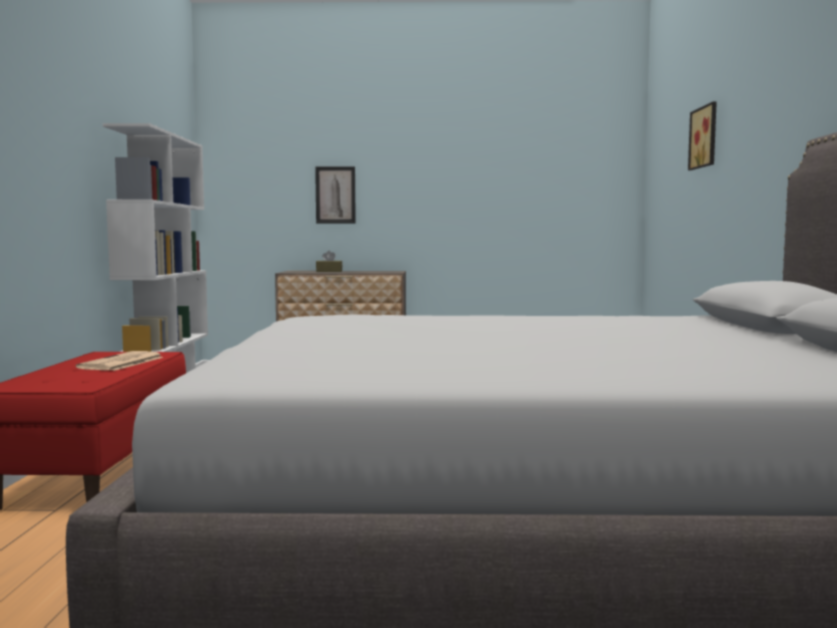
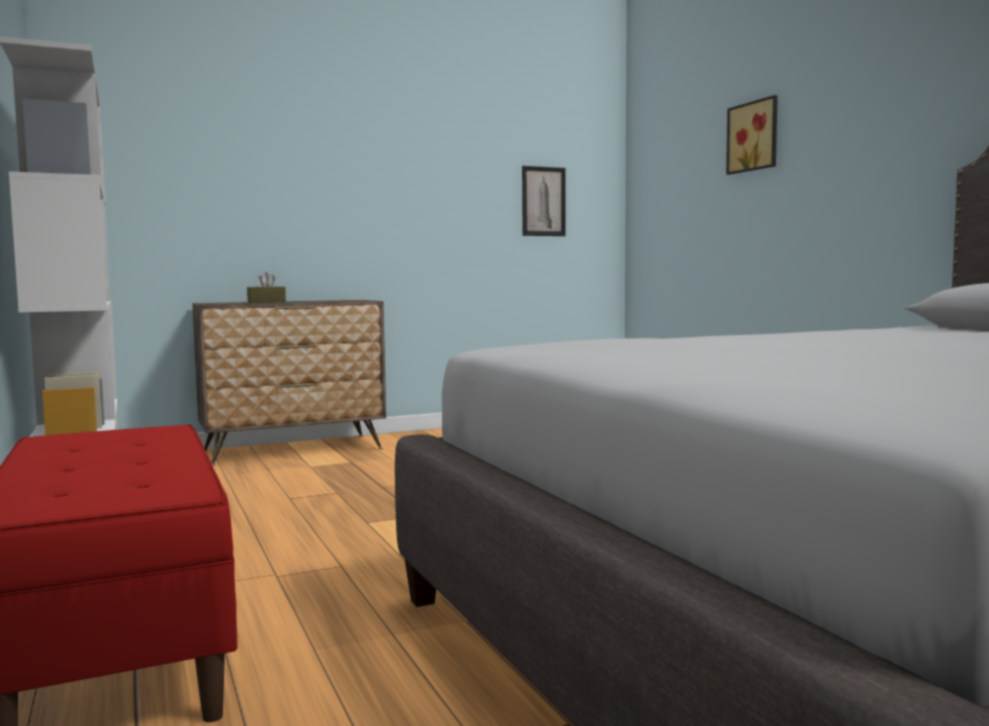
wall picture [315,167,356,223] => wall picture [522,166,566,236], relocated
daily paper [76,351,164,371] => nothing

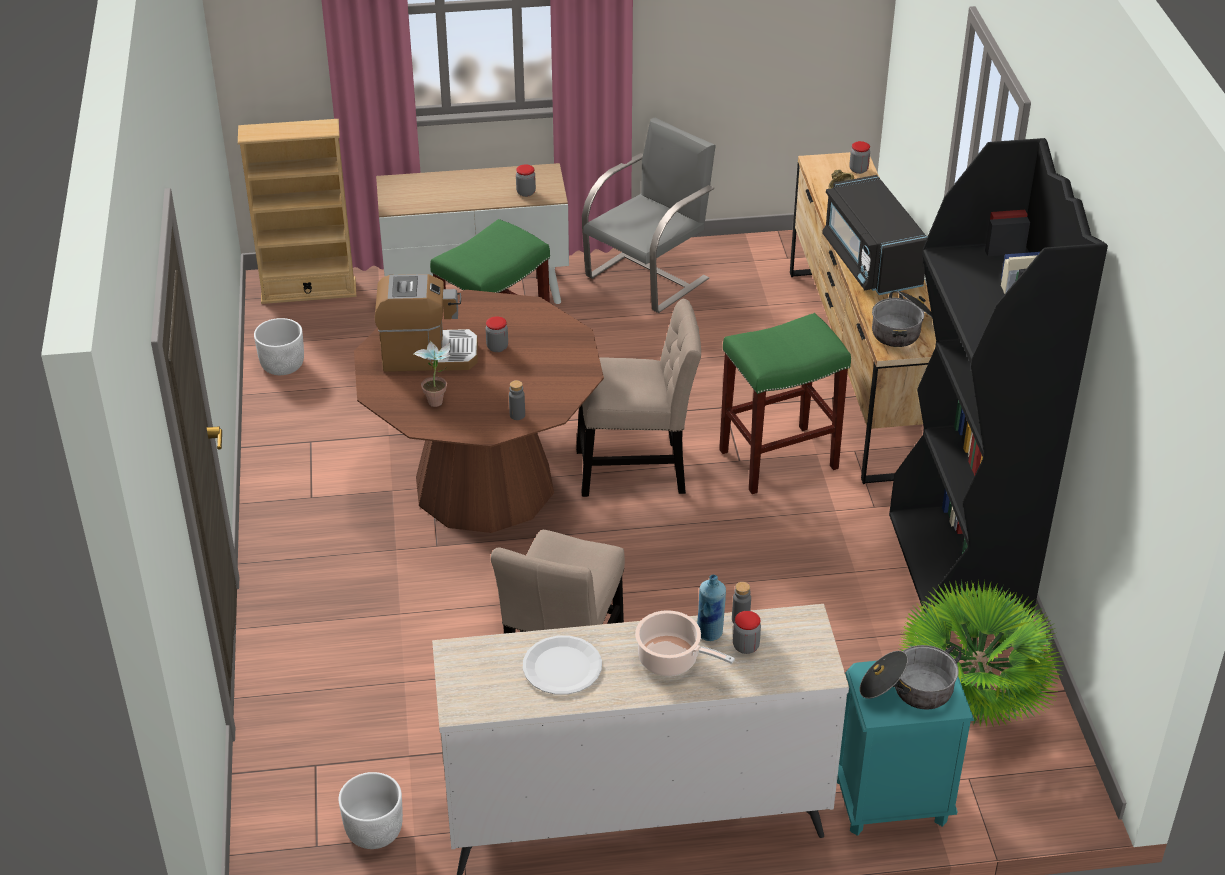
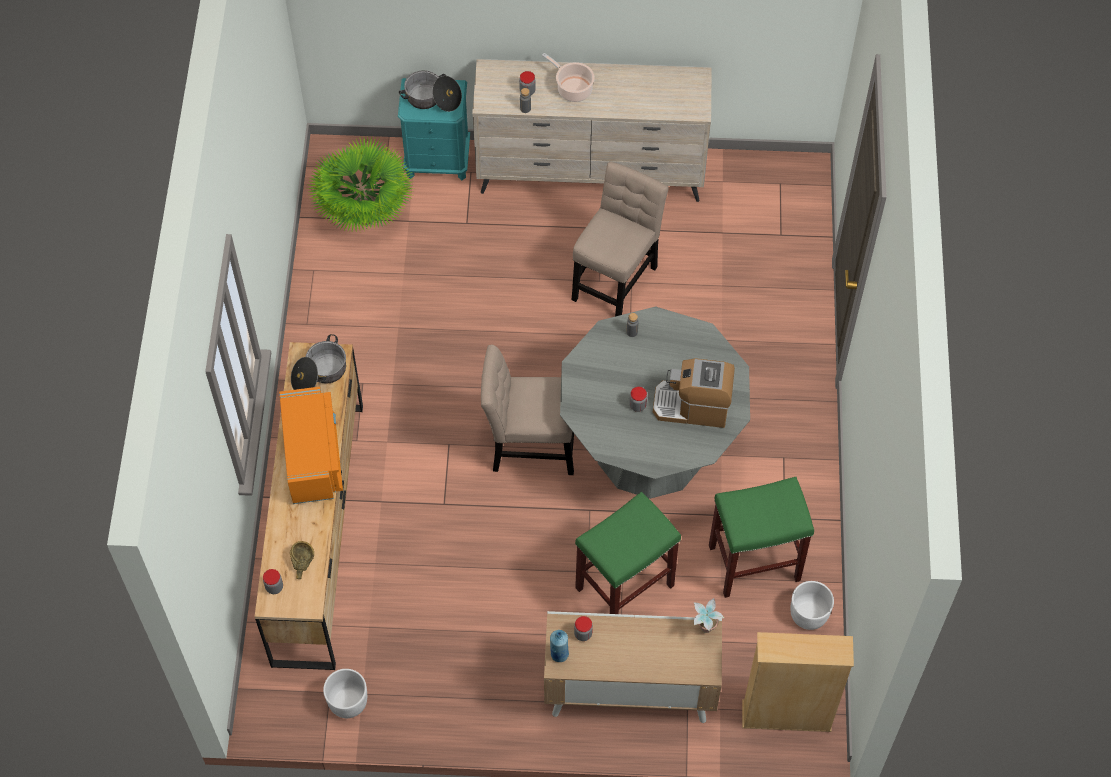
chair in gray [582,118,716,313] => nothing
shelving unit in blackish [889,138,1108,618] => nothing
microwave oven in blackish [822,175,927,295] => microwave oven in orangey [279,387,343,504]
dinner table in brown [354,290,604,533] => dinner table in gray [560,307,750,499]
stool seat in green-coloured [719,313,851,494] => stool seat in green-coloured [709,477,814,598], relocated
houseplant [414,341,452,407] => houseplant [694,598,724,633], relocated
drink bottle in blue [697,575,726,641] => drink bottle in blue [550,630,569,662], relocated
flat dish in whitish [523,635,602,695] => nothing
plant pot in whitish [339,772,403,849] => plant pot in whitish [323,669,367,718], relocated

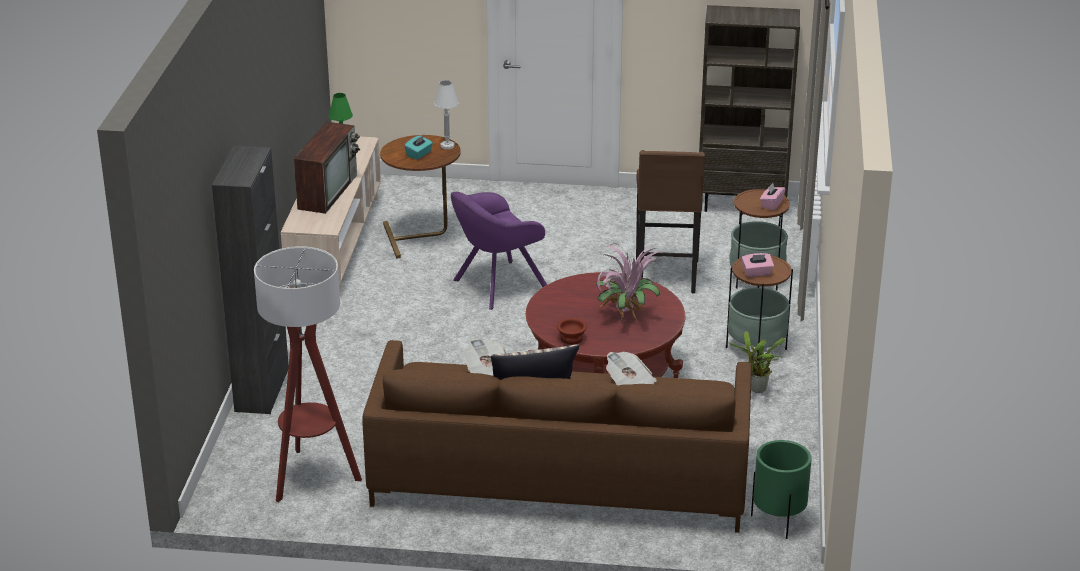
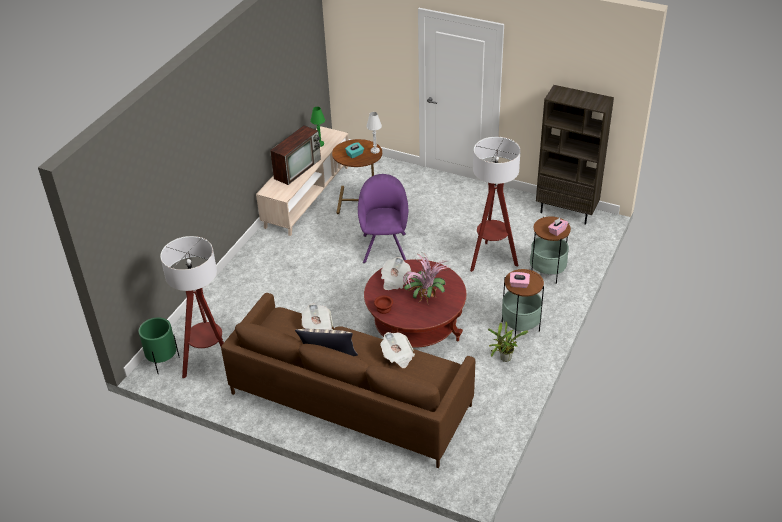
cupboard in blackish [212,146,289,414] => nothing
stool seat in brown [636,150,705,294] => standard lamp [470,137,521,272]
armchair in purple [451,192,547,310] => armchair in purple [358,174,408,263], 105 degrees clockwise
plant pot in green-coloured [751,440,812,539] => plant pot in green-coloured [138,317,180,374], relocated
nothing => daily paper [381,257,411,290]

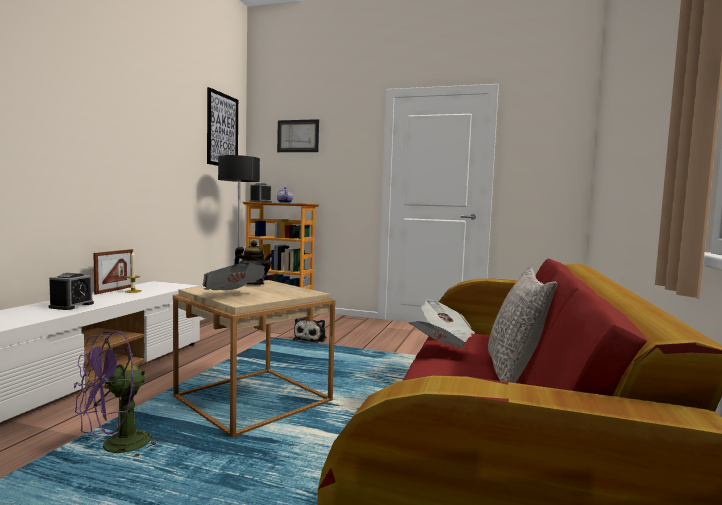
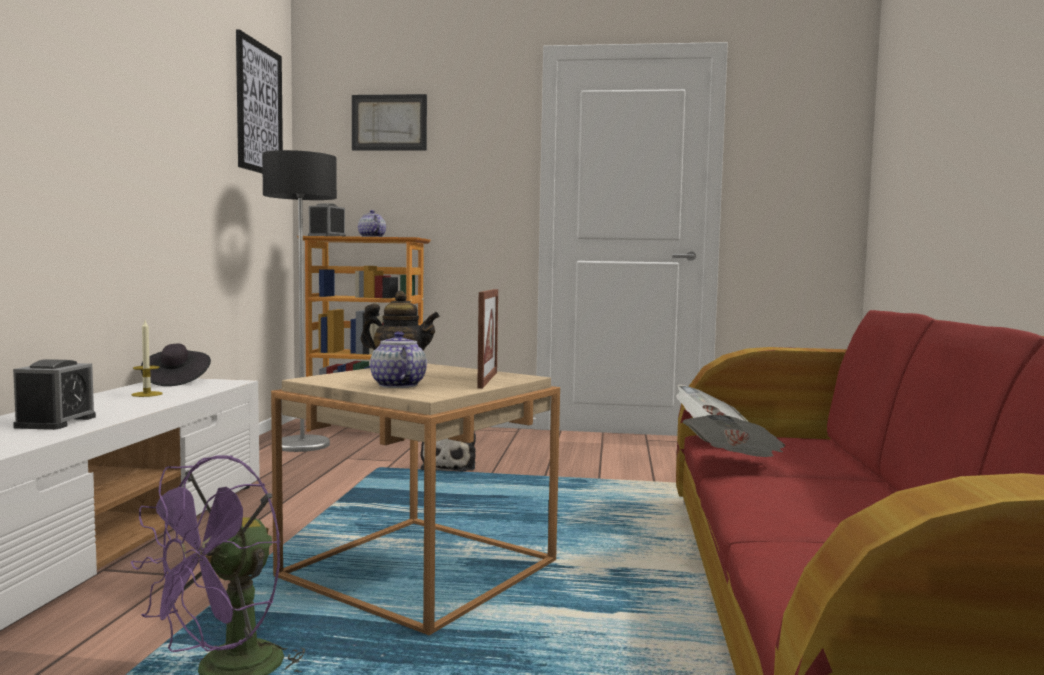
standing frame [93,249,133,294] => standing frame [477,289,498,389], relocated
daily paper [203,262,265,290] => teapot [370,331,427,388]
throw pillow in gray [488,267,557,383] => nothing
nothing => hat in blackish [141,344,211,386]

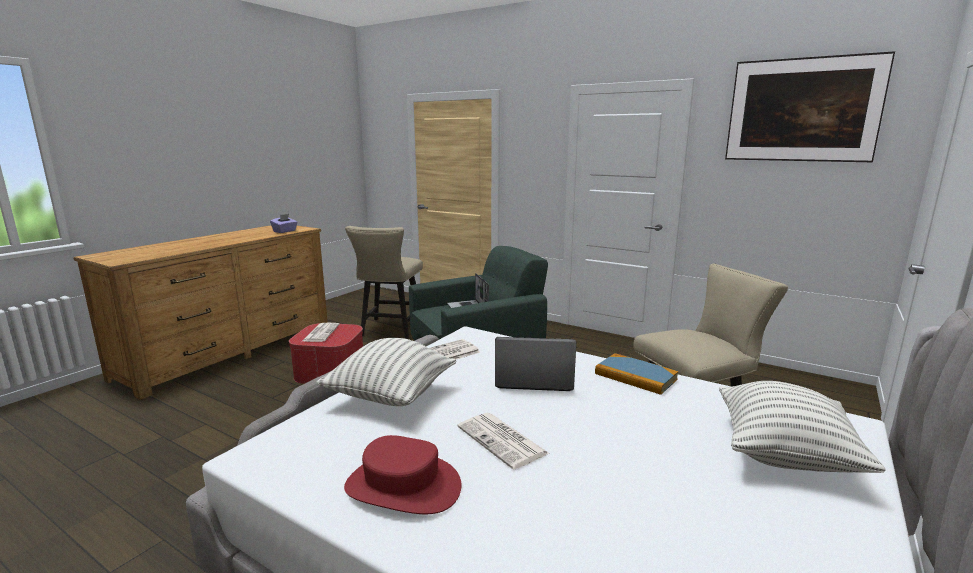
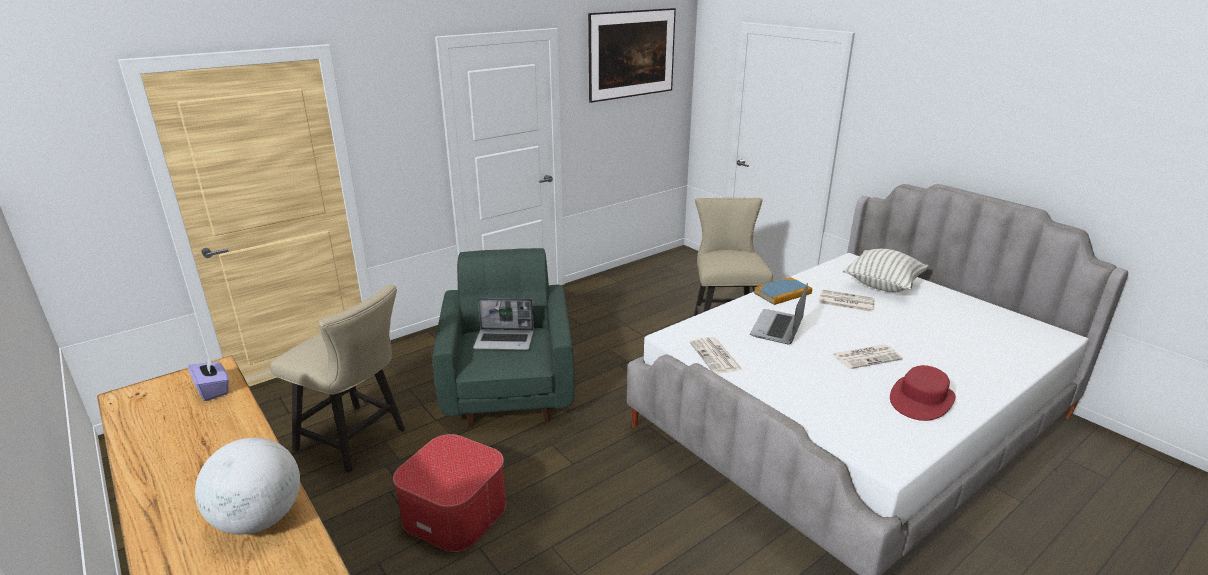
daily paper [303,323,340,342] => daily paper [818,289,875,312], relocated
throw pillow [316,338,456,406] => nothing
nothing => world globe [195,437,300,535]

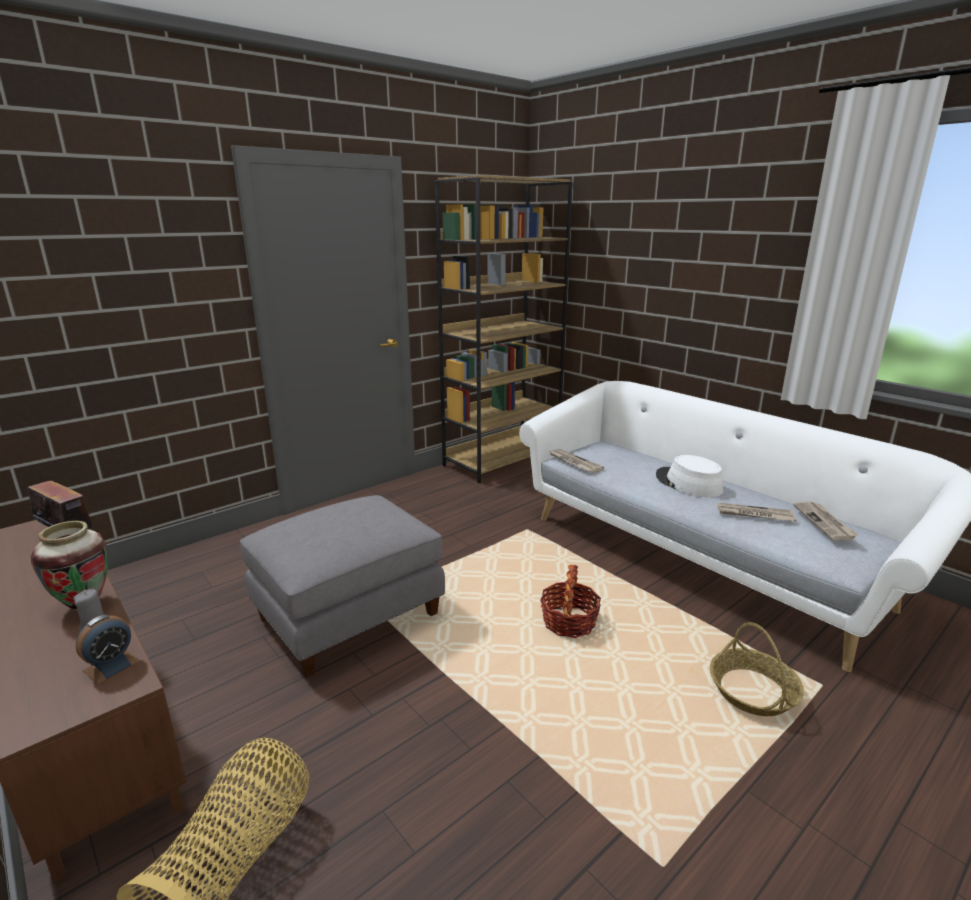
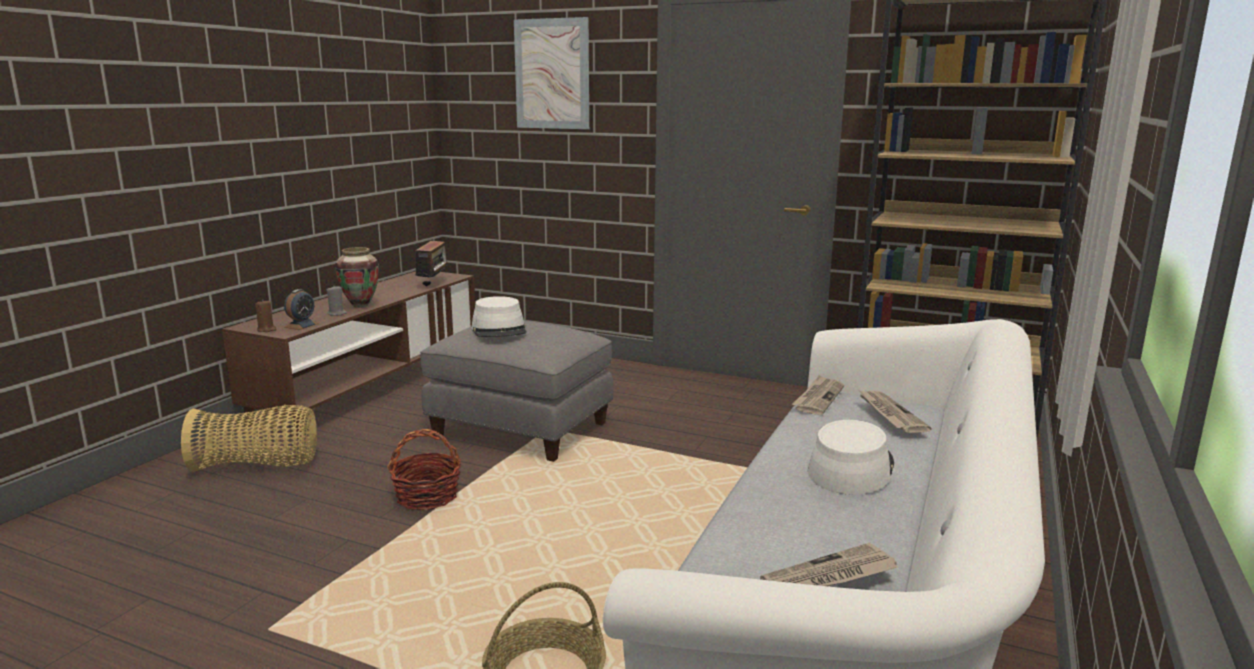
daily paper [717,503,797,521] => daily paper [859,390,932,433], relocated
storage basket [540,565,601,638] => storage basket [387,429,462,510], relocated
alarm clock [76,614,140,685] => alarm clock [284,289,319,330], 75 degrees counterclockwise
nothing => wall picture [514,17,589,129]
nothing => hat in whitish [471,296,527,337]
nothing => candle in brown [255,299,277,332]

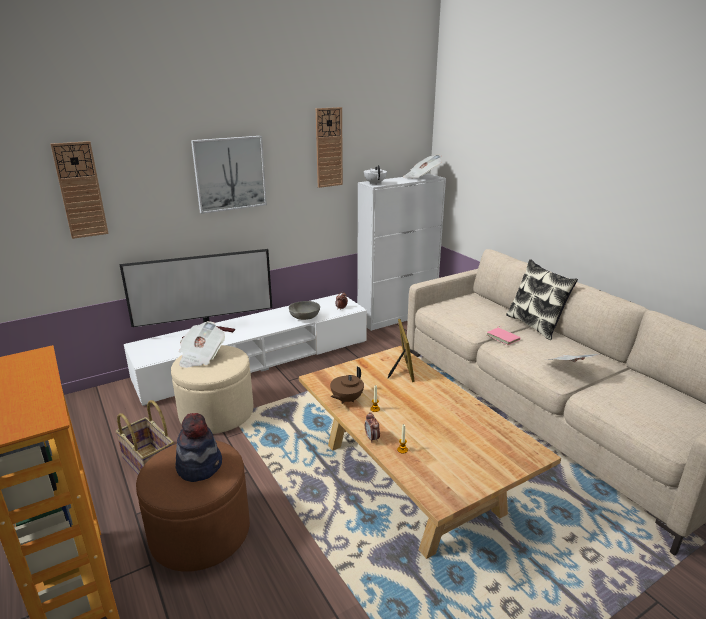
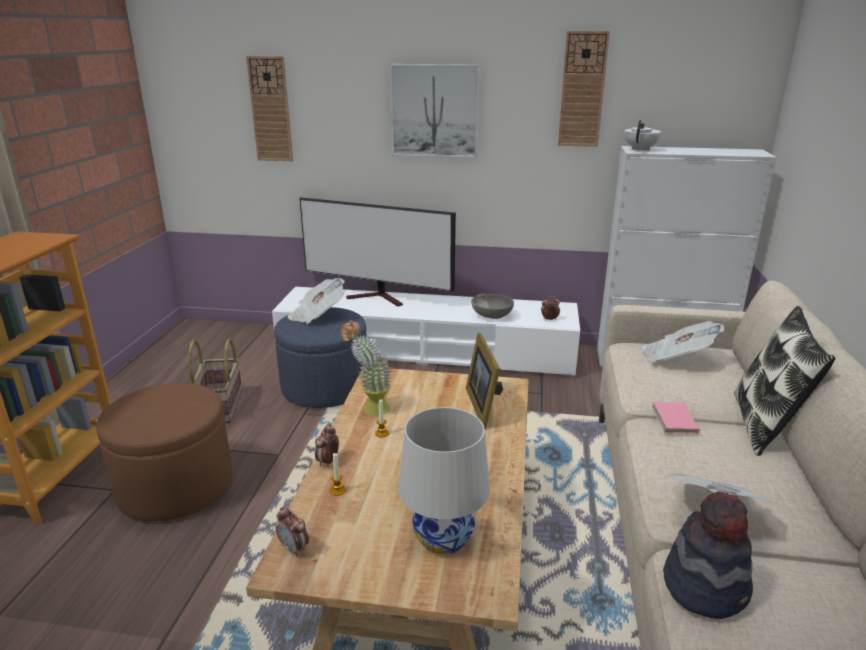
daily paper [403,154,442,179] => daily paper [641,321,724,362], relocated
standing frame [388,319,415,382] => standing frame [466,333,503,429], 135 degrees clockwise
ottoman in beige [171,345,254,434] => ottoman in blue [274,307,367,408]
teapot in brown [330,367,364,404] => houseplant [340,320,392,416]
hat [176,413,222,482] => hat [663,491,753,619], relocated
nothing => lamp for a table in whitish [398,407,490,554]
nothing => alarm clock [275,507,309,557]

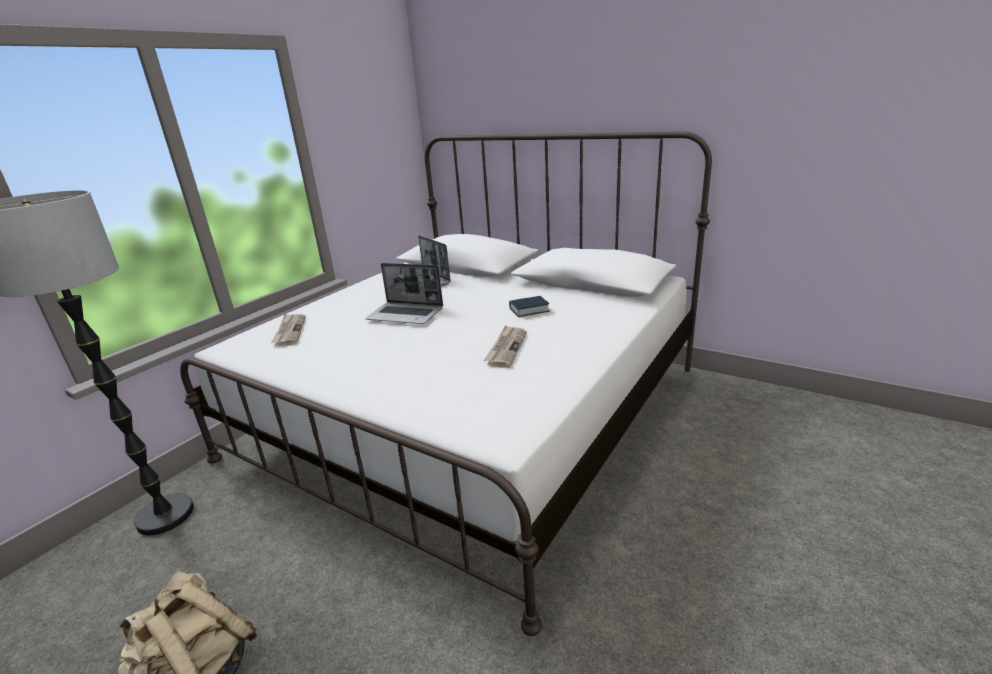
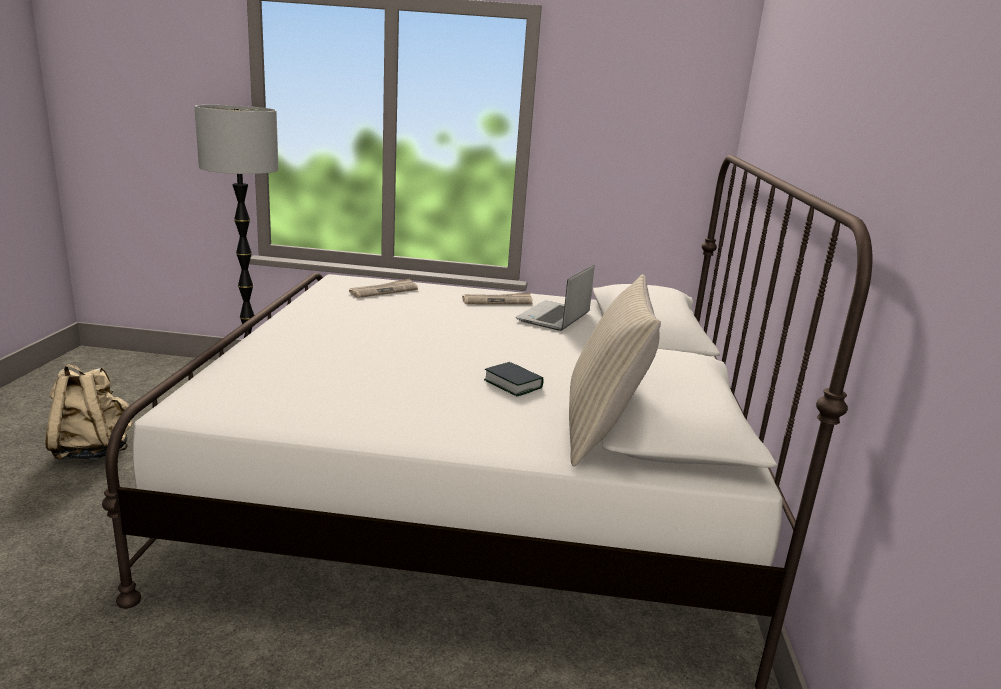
laptop [365,263,443,324] => nothing
daily paper [484,325,527,368] => daily paper [462,293,532,305], relocated
nothing => throw pillow in beige [569,274,661,467]

